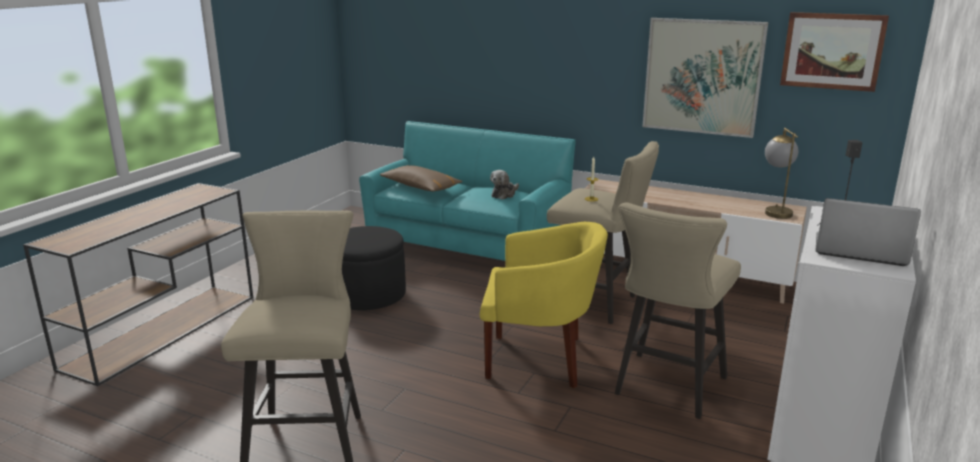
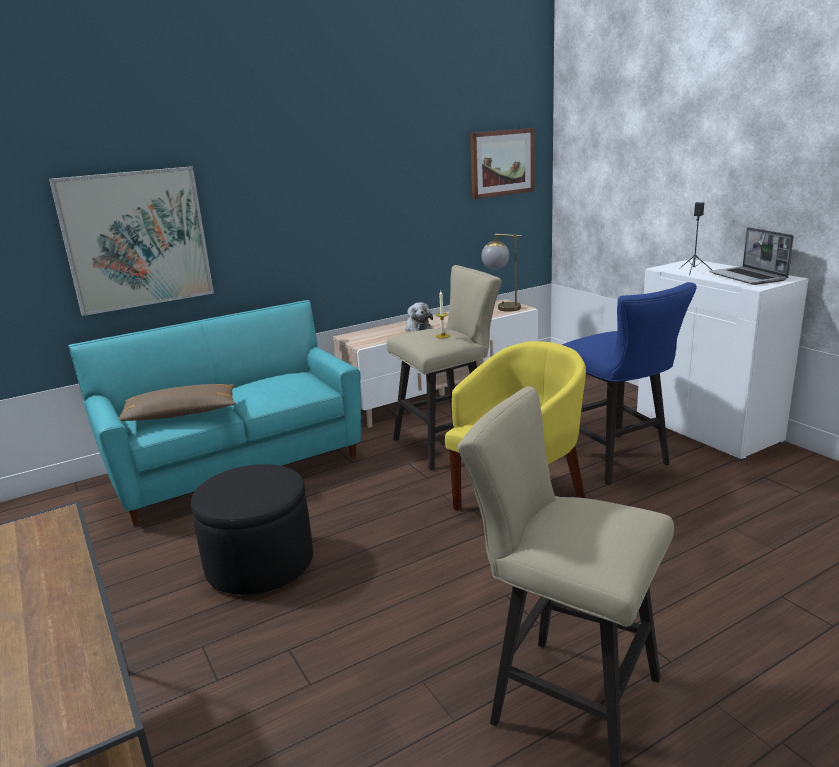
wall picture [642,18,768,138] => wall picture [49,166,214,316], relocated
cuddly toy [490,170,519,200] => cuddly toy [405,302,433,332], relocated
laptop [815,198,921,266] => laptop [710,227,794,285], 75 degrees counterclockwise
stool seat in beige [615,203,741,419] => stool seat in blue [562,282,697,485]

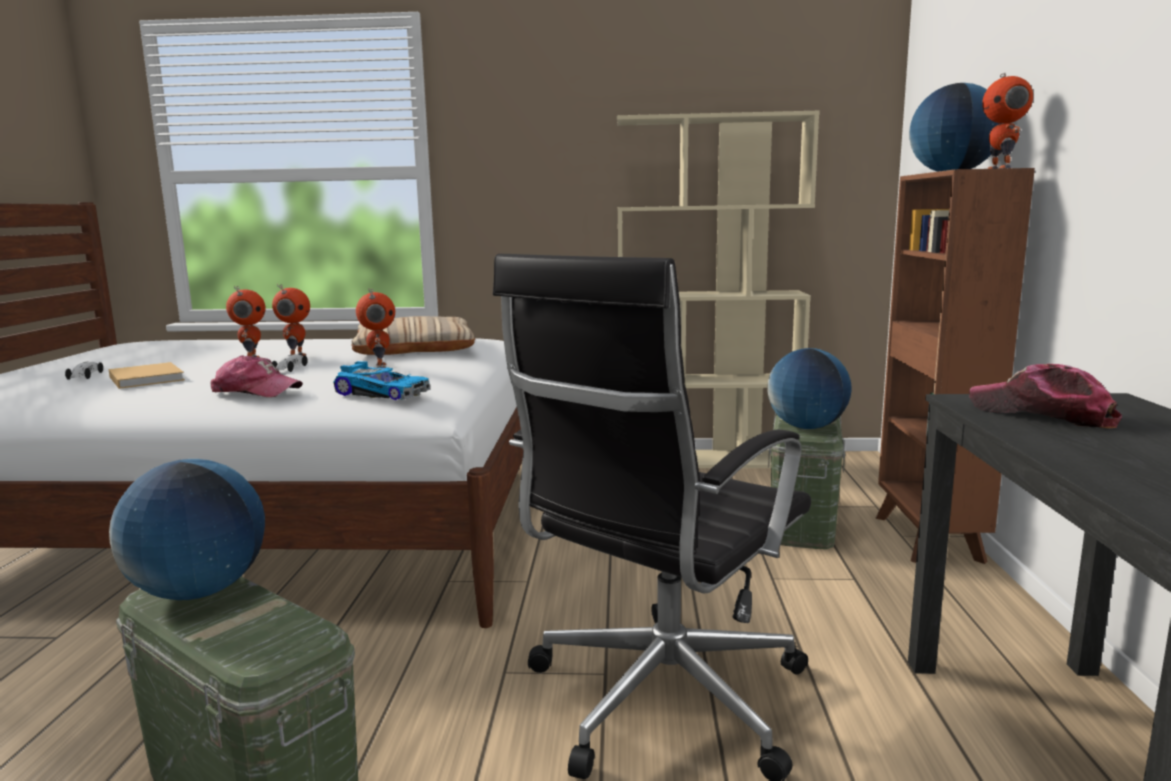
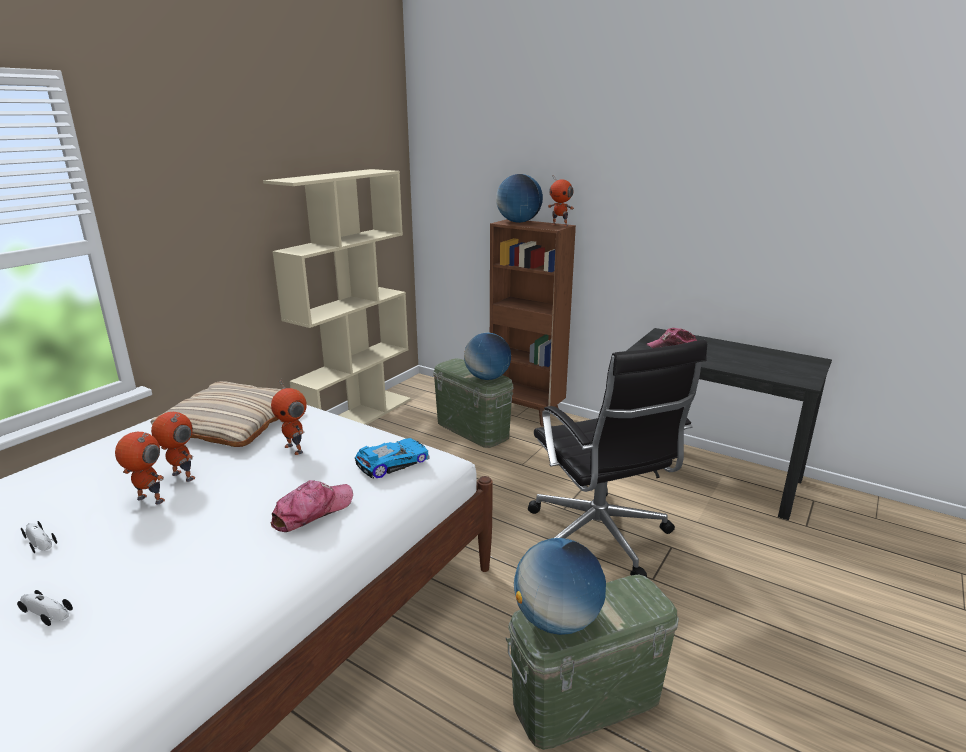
model robot [356,288,395,368] => model robot [271,379,307,455], 150 degrees counterclockwise
model car [272,354,308,372] => model car [21,521,57,553], relocated
volume in beige [108,362,185,389] => nothing

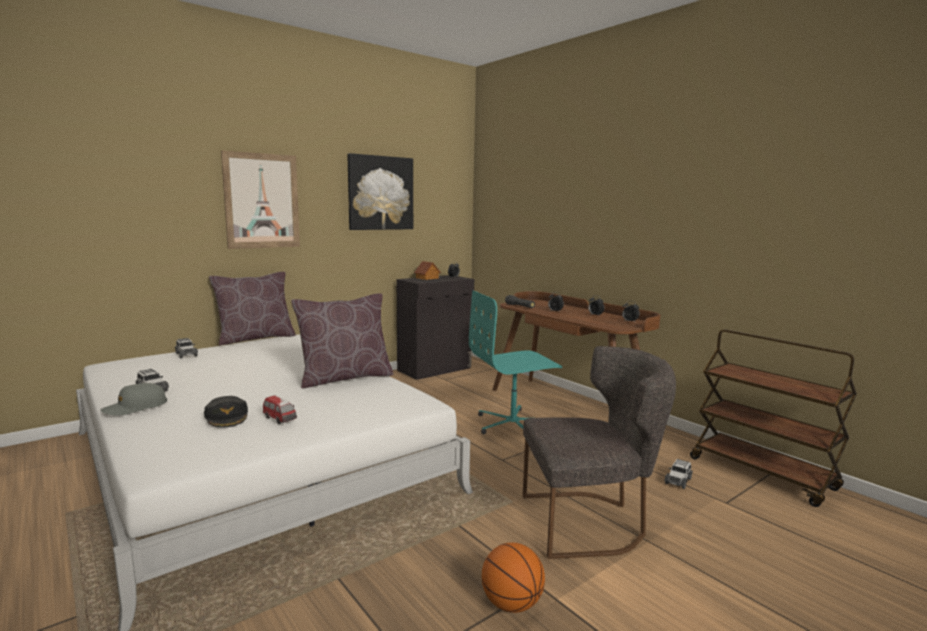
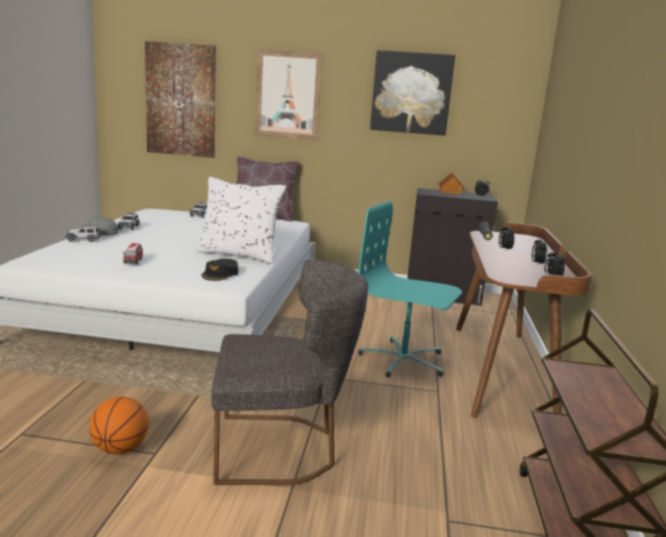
throw pillow in brown [291,293,394,388] => throw pillow in whitish [195,177,286,264]
chair in gray [523,346,676,559] => chair in gray [211,259,368,485], 45 degrees counterclockwise
cap in blackish [204,396,248,428] => cap in blackish [201,259,238,281], relocated
model car [664,459,693,489] => model car [66,225,101,242], relocated
nothing => wall picture [145,41,216,158]

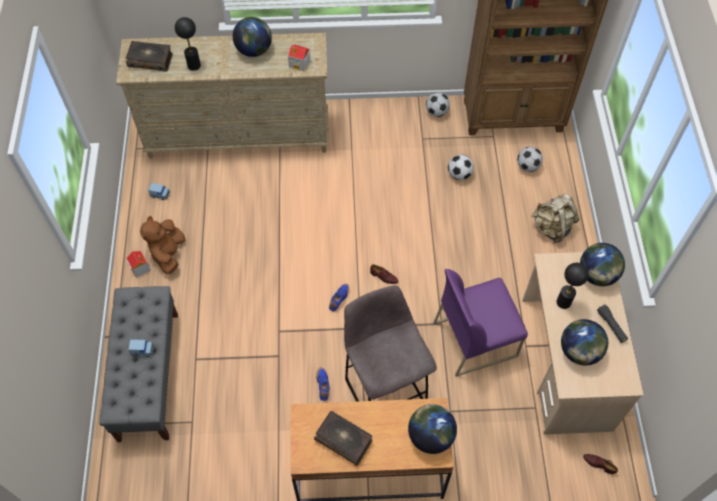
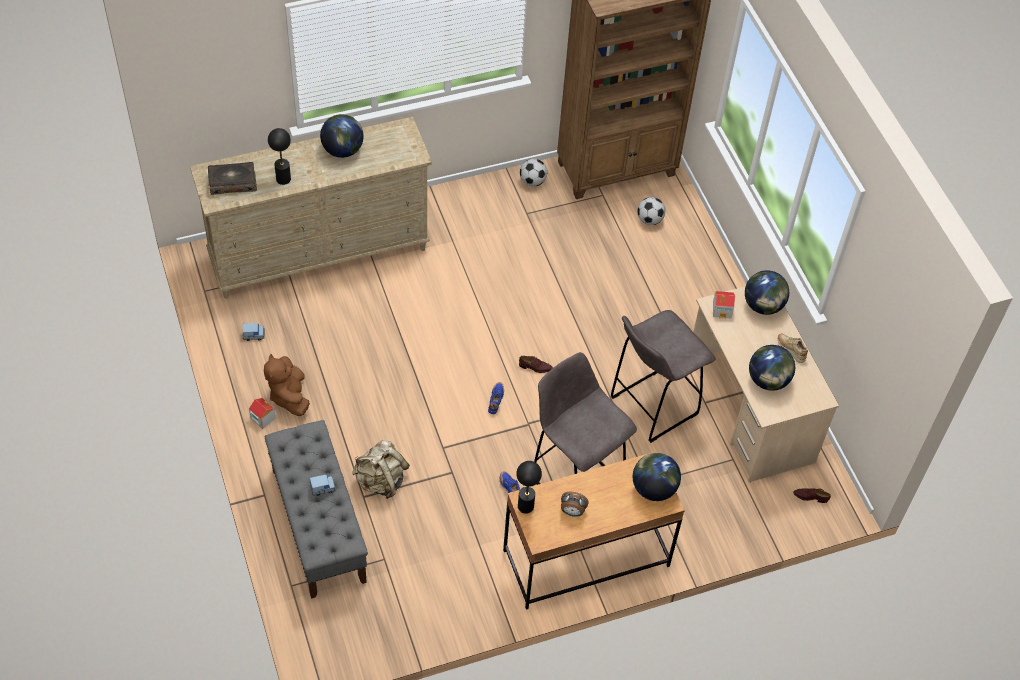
model house [288,45,310,71] => model house [713,291,735,319], relocated
ball for football [448,154,474,180] => nothing
knapsack in beige [531,194,579,243] => knapsack in beige [352,440,410,499], relocated
lamp for a table in blackish [557,263,589,309] => lamp for a table in blackish [516,461,542,514], relocated
chair in purple [433,269,528,377] => stool seat in gray [610,310,716,443]
flashlight in blackish [597,304,628,343] => low shoe in beige [778,333,808,363]
volume [314,411,372,466] => alarm clock [561,492,589,517]

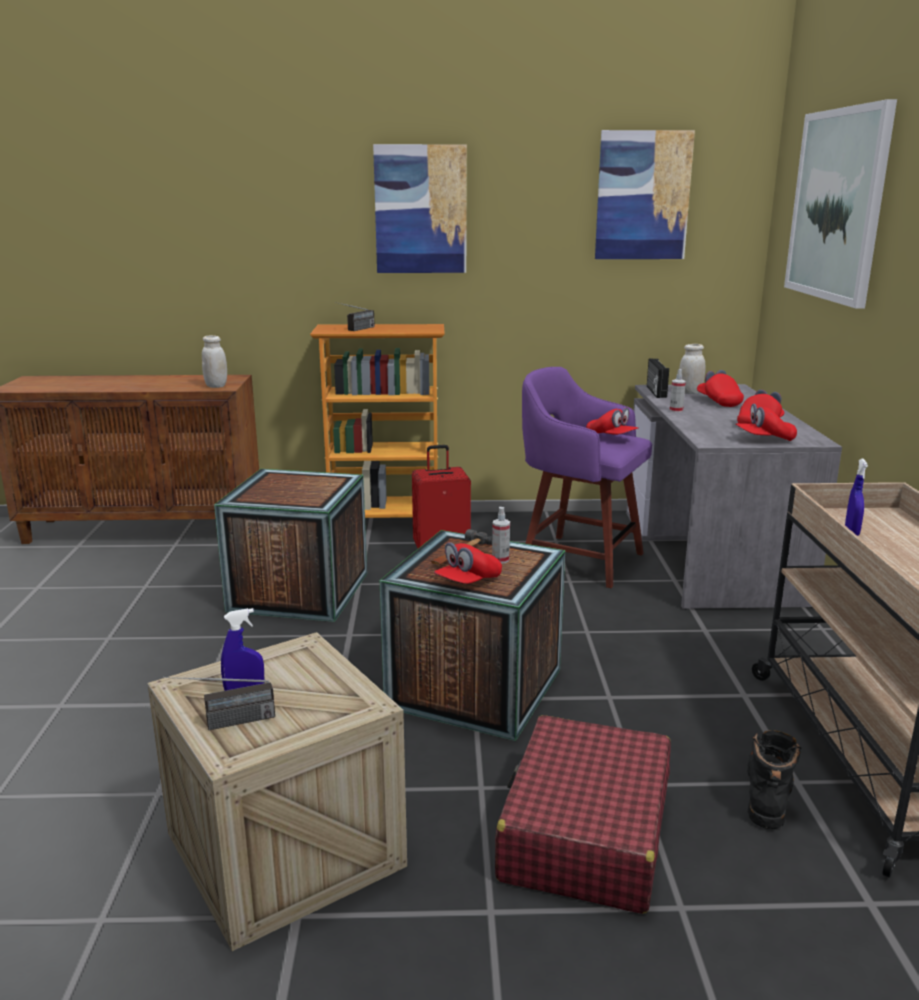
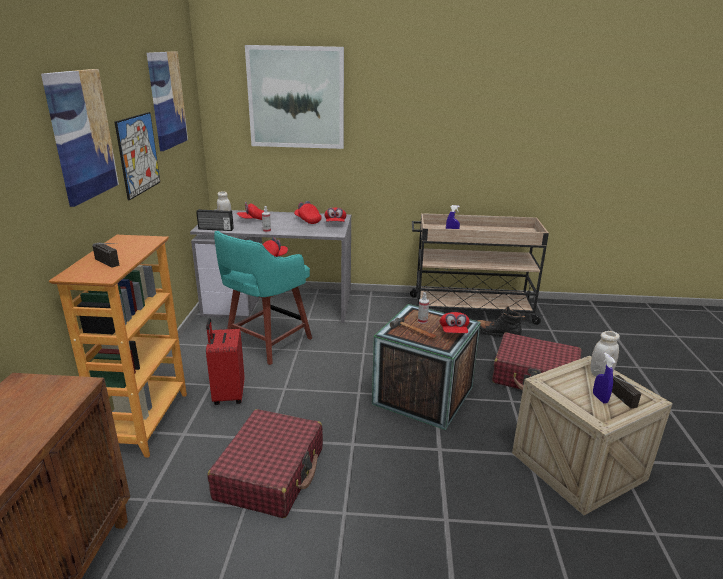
storage jar in whitish [202,335,227,388] => storage jar in whitish [591,331,620,377], relocated
stool seat in purple [522,367,652,588] => stool seat in turquoise [214,231,312,365]
packing crate [214,469,367,622] => suitcase in red-coloured [207,409,323,518]
cap in red-coloured [434,542,502,584] => cap in red-coloured [440,312,470,333], 45 degrees clockwise
nothing => wall picture [115,112,160,200]

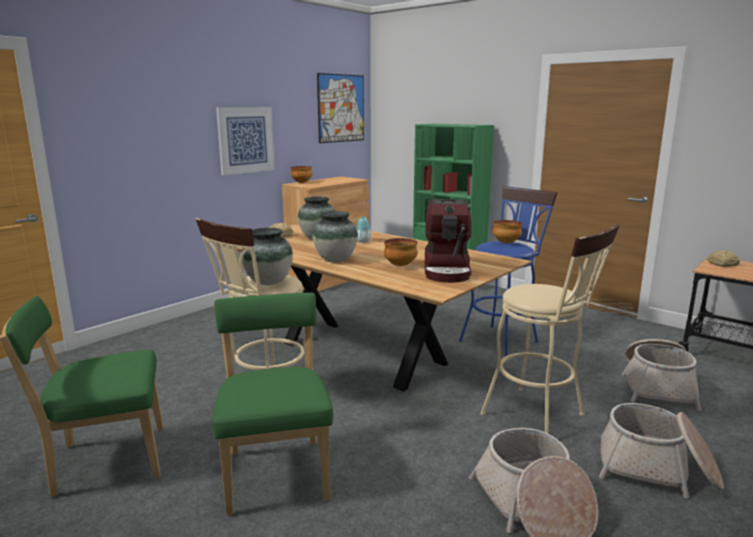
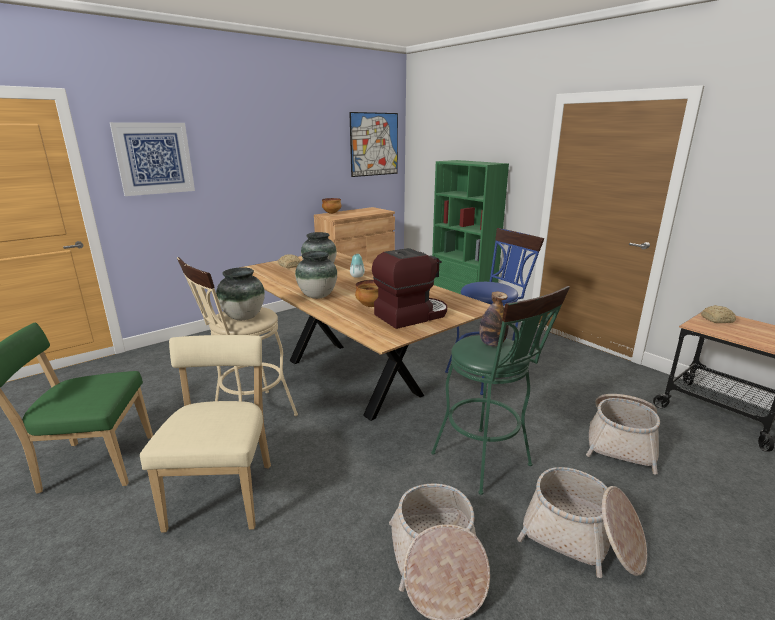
wall picture [216,107,275,175] => wall picture [110,122,195,196], relocated
coffee machine [425,199,472,283] => coffee machine [372,248,447,329], 135 degrees counterclockwise
bowl [493,220,522,243] => nothing
stool seat in beige [480,224,620,433] => stool seat in green-coloured [431,286,570,495]
chair in green-coloured [212,293,333,516] => chair in beige [140,335,271,533]
nothing => drink bottle [479,292,509,346]

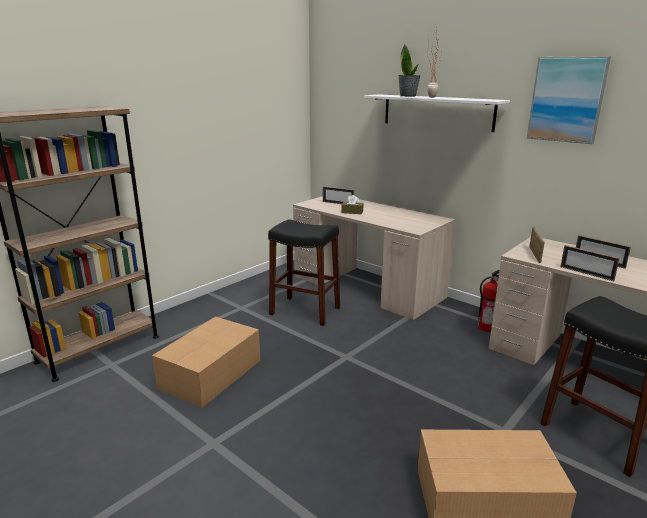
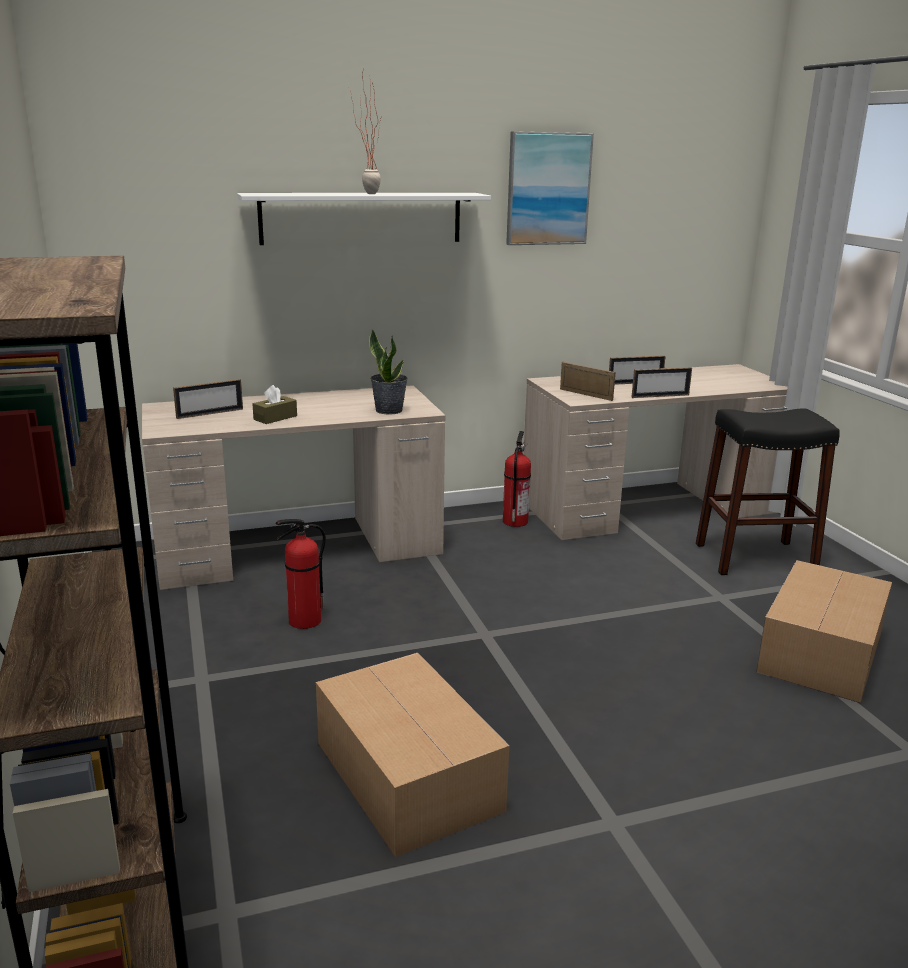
houseplant [398,45,421,97] => houseplant [369,329,408,414], relocated
stool seat in blackish [268,219,340,326] => fire extinguisher [275,519,326,629]

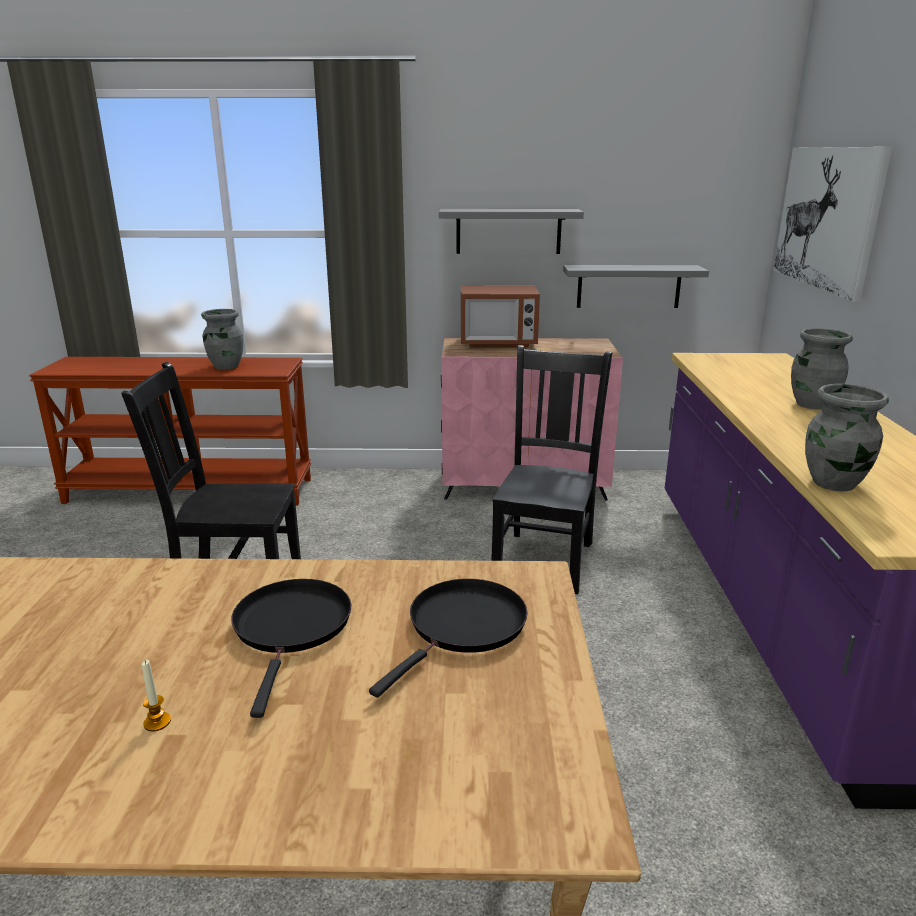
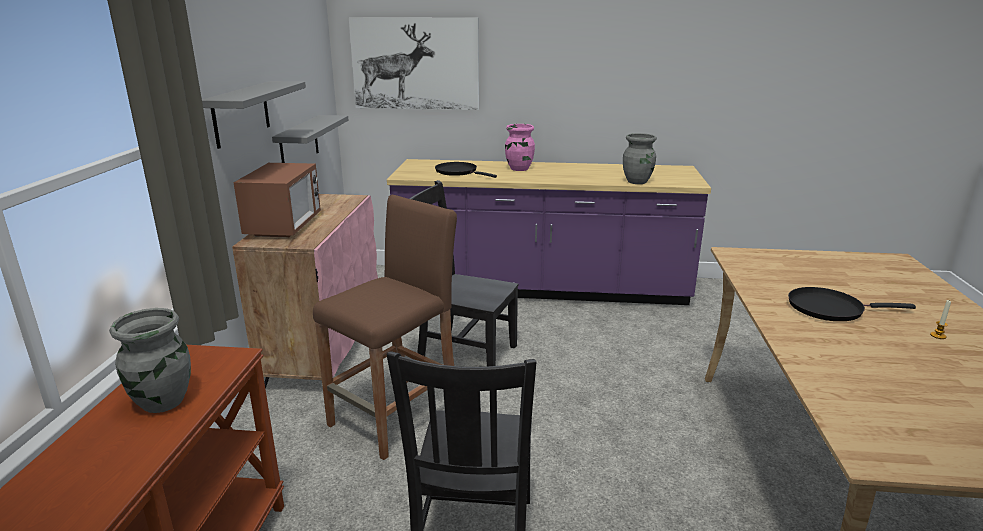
vase in gray [791,328,853,410] => vase in pinkish [505,124,535,171]
skillet in blackish [369,579,528,698] => skillet in blackish [435,162,497,178], relocated
nothing => stool seat in brown [313,195,457,460]

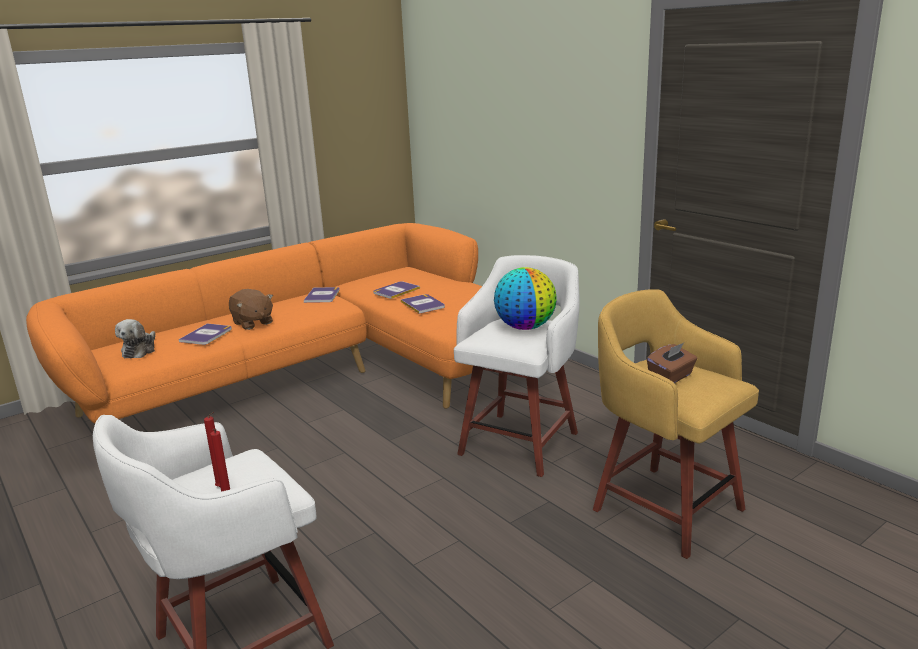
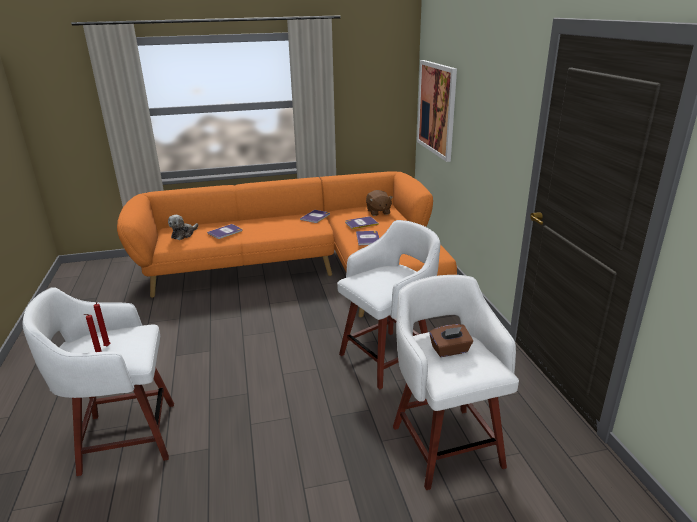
world globe [494,267,557,330] => nothing
cuddly toy in brown [229,289,273,330] => cuddly toy in brown [366,190,393,216], relocated
stool seat in yellow-coloured [593,289,759,559] => stool seat in whitish [393,275,519,490]
nothing => wall picture [417,60,457,162]

